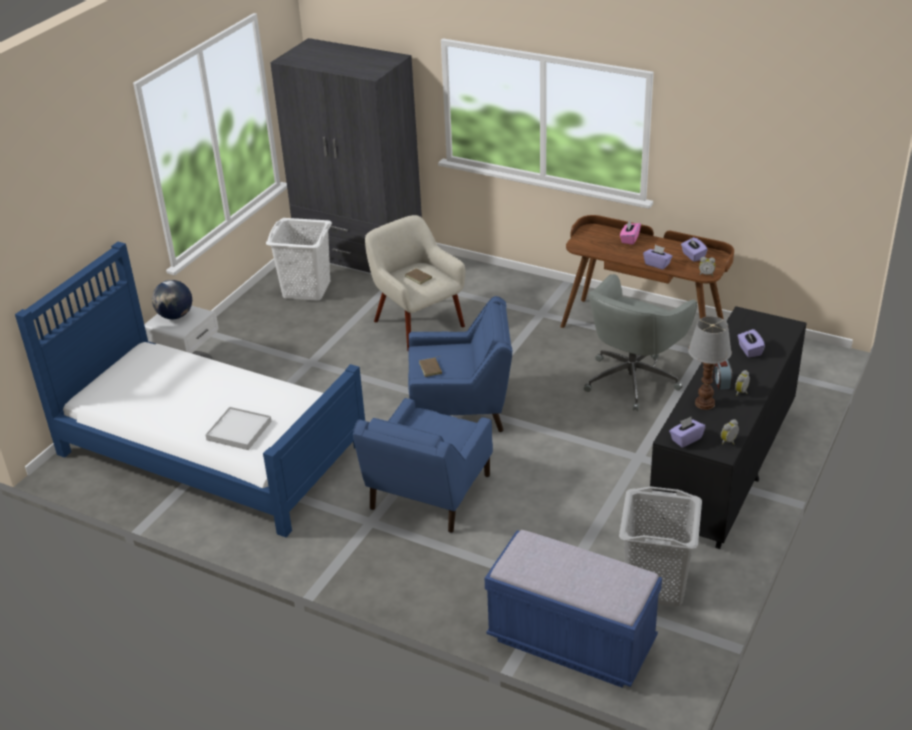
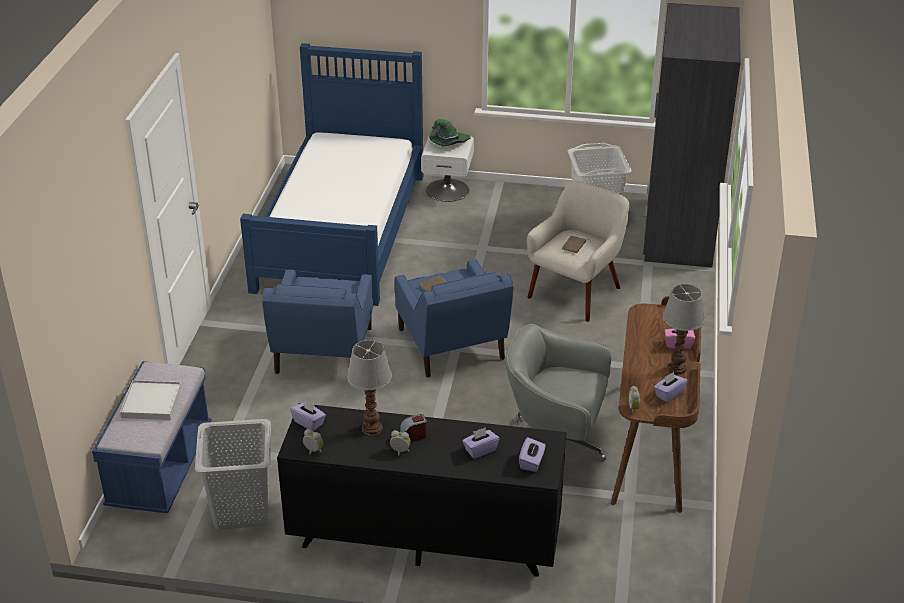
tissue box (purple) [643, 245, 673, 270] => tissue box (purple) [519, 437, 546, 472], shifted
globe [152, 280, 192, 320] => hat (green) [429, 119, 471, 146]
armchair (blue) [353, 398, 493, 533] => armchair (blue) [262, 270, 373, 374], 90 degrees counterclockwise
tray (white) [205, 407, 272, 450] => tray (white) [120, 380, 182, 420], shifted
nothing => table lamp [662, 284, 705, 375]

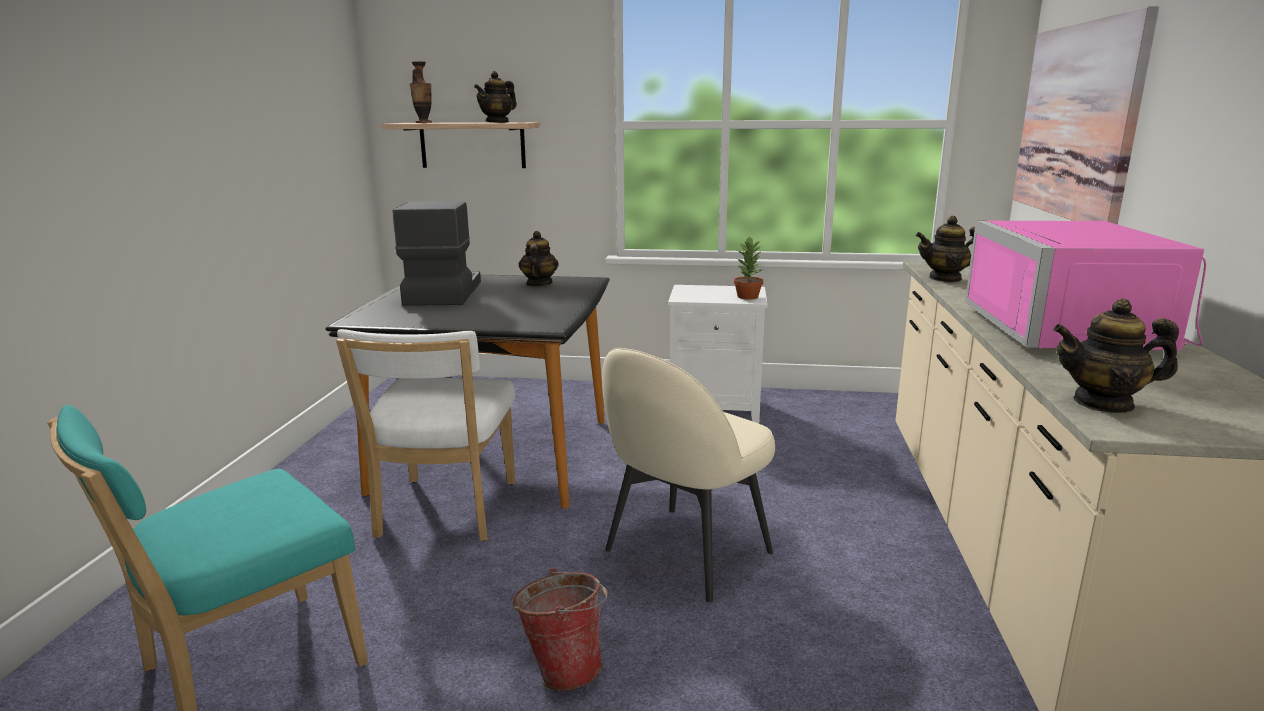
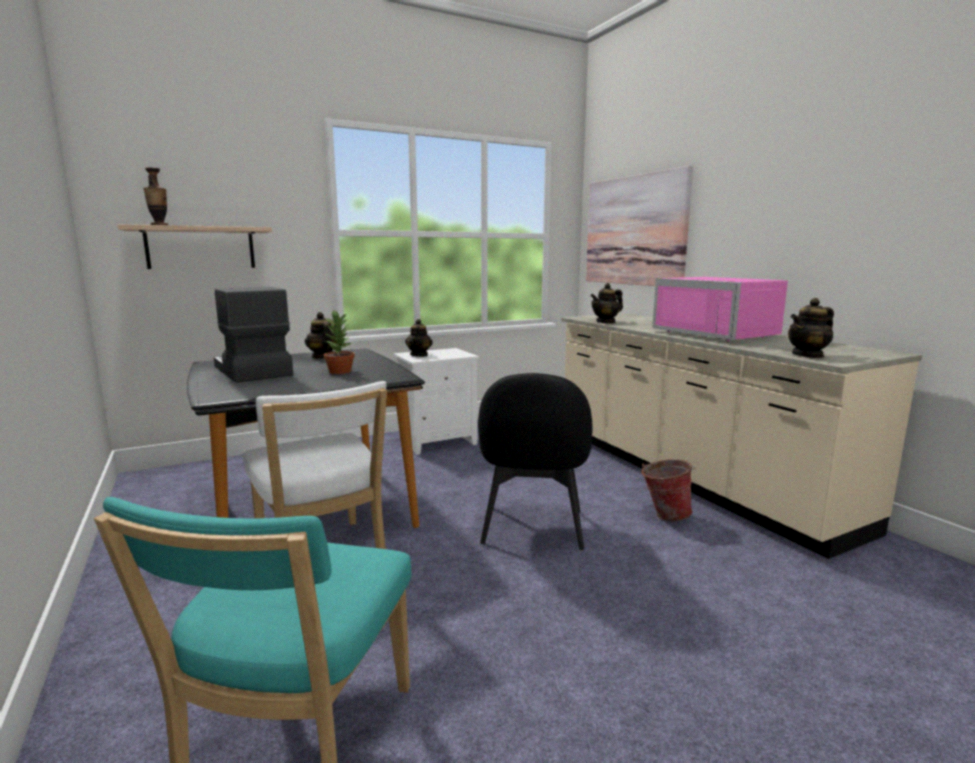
teapot [474, 71, 517, 123] => teapot [405, 319, 433, 357], shifted
potted plant [734, 236, 765, 299] => potted plant [324, 311, 355, 374], shifted
chair (beige) [602, 348, 775, 602] => chair (black) [478, 373, 592, 550]
bucket [513, 568, 608, 691] => bucket [641, 459, 695, 521], shifted

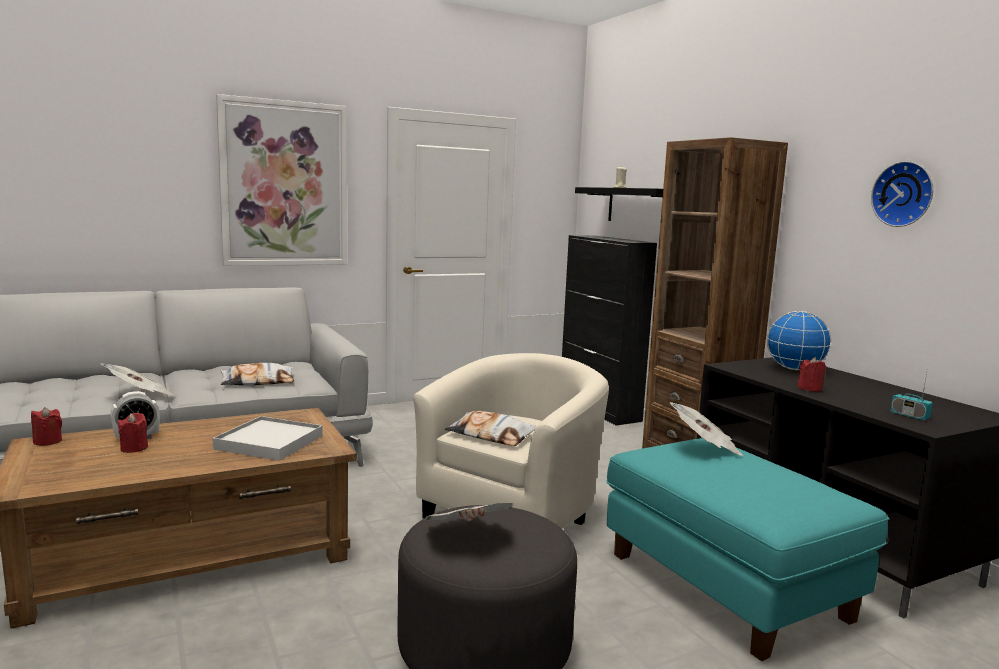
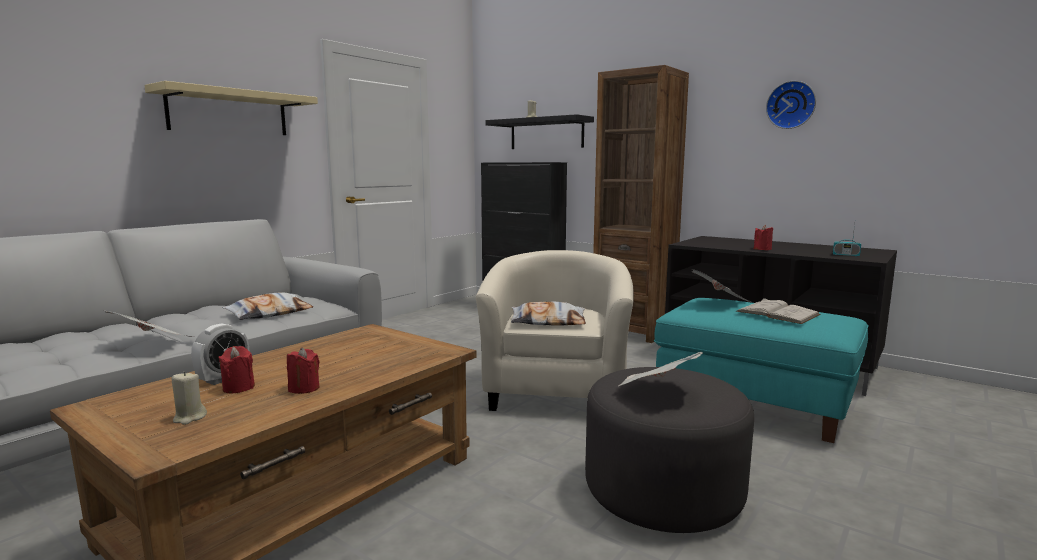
picture [216, 94, 347, 266] => shelf (beige) [144, 81, 318, 135]
globe [767, 311, 831, 370] => nothing
candle (red) [31, 407, 62, 446] => candle (red) [287, 347, 320, 394], shifted
tray (white) [213, 416, 323, 461] => nothing
nothing => book (white) [736, 298, 820, 324]
nothing => candle (beige) [172, 371, 207, 425]

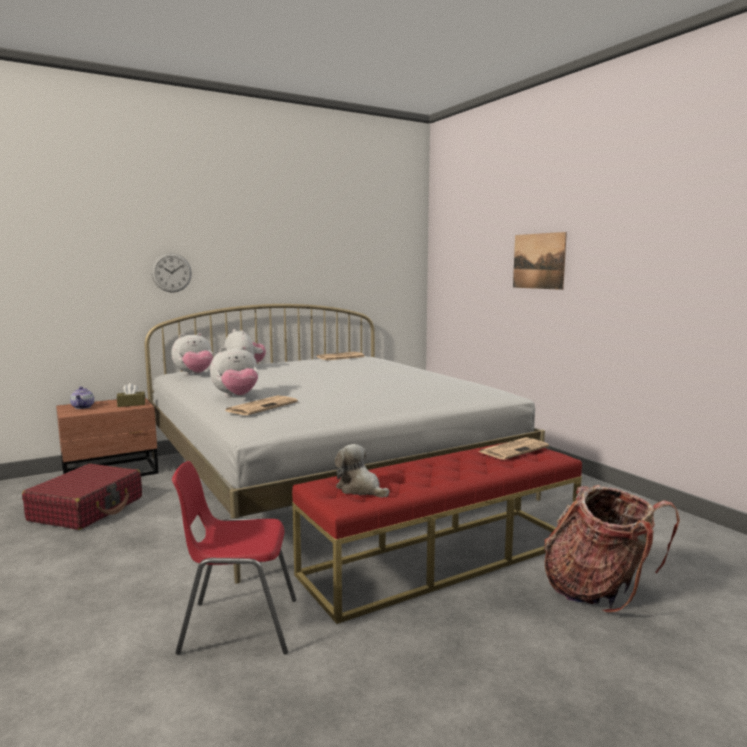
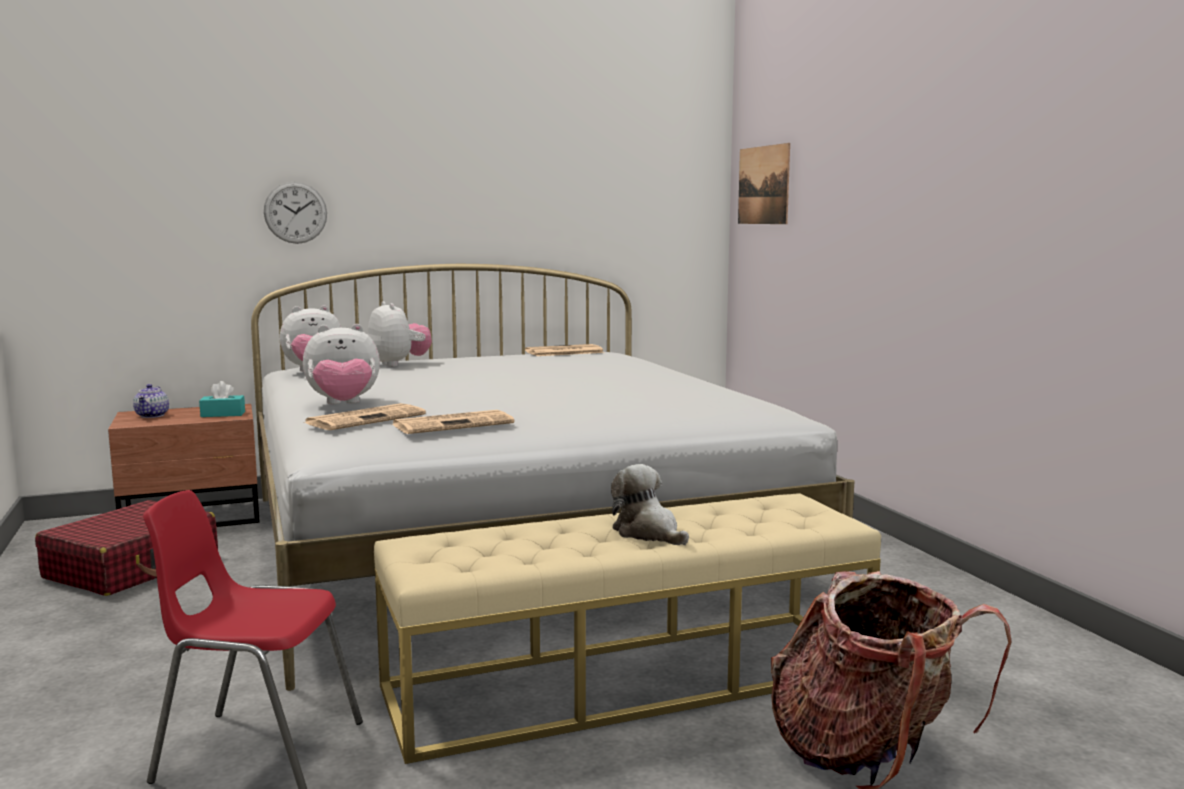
picture [513, 232, 567, 290] => picture [738, 143, 790, 224], shifted
tissue box (brown) [117, 383, 145, 407] => tissue box (turquoise) [199, 381, 245, 417]
newspaper [478, 437, 549, 460] => newspaper [393, 410, 515, 434], shifted
bench (red) [292, 442, 582, 624] => bench (beige) [374, 493, 881, 764]
plush toy [335, 444, 389, 498] => plush toy [611, 464, 689, 545], shifted

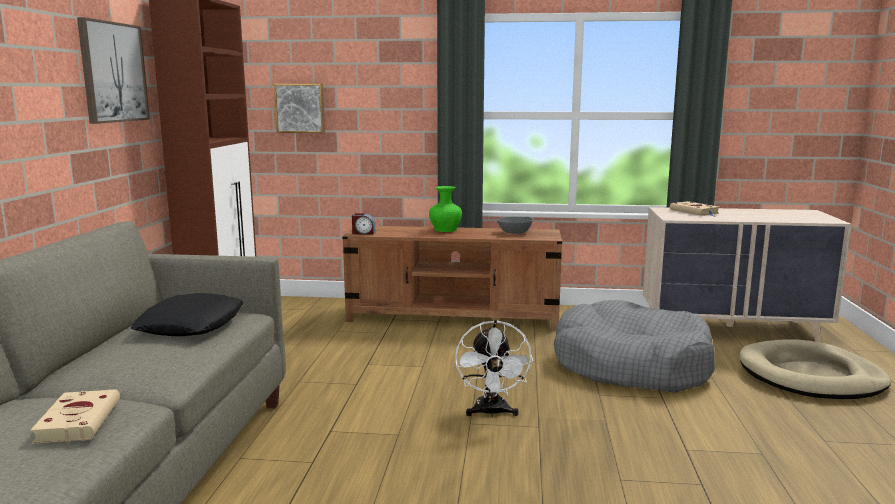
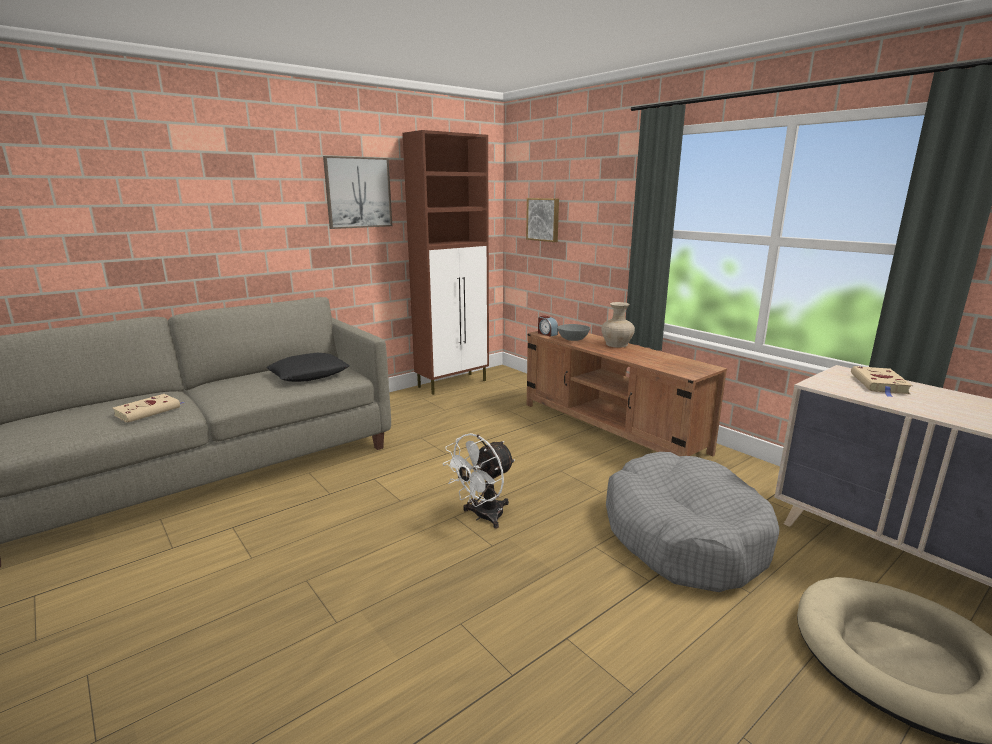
vase (green) [429, 186, 462, 232] => vase (beige) [601, 302, 635, 348]
bowl (grey) [497, 217, 533, 234] => bowl (grey) [557, 324, 590, 341], shifted

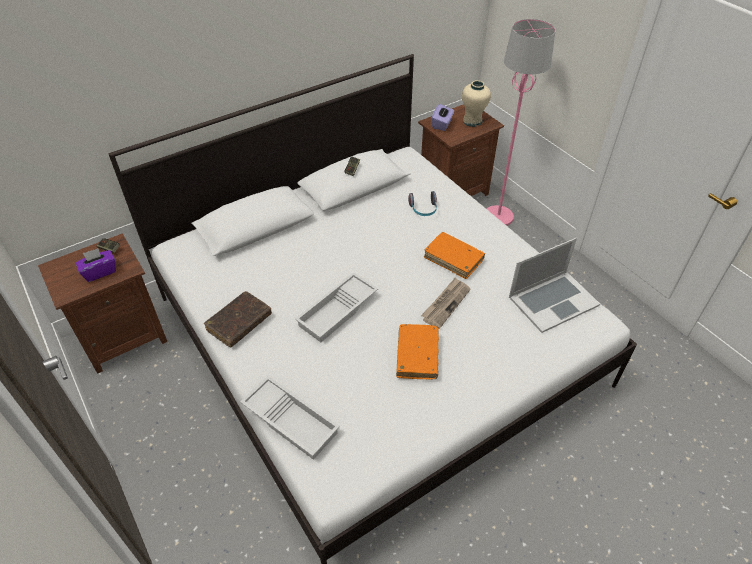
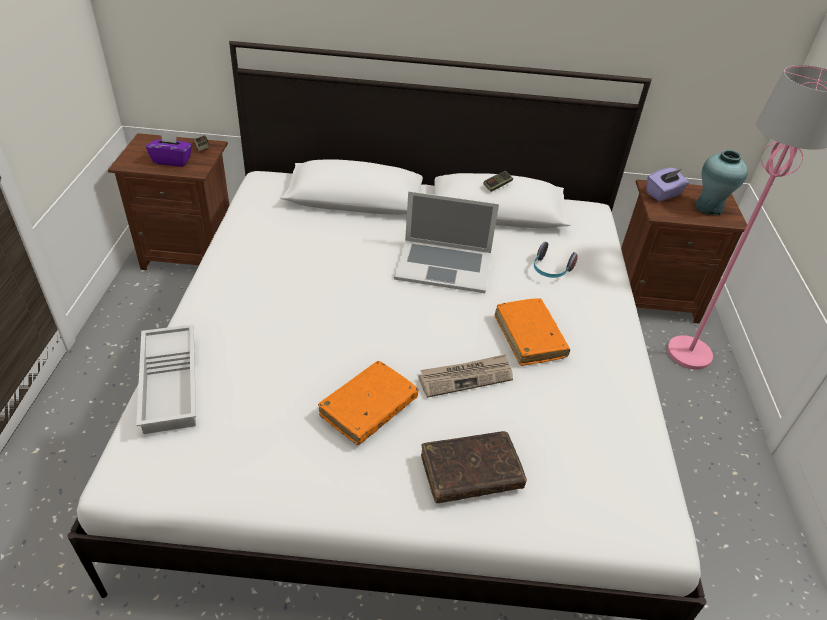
vase (beige) [462, 80, 491, 127] => vase (turquoise) [695, 150, 748, 216]
laptop [509, 238, 600, 333] => laptop [394, 191, 499, 293], shifted
tray (white) [295, 272, 378, 342] => nothing
book (brown) [204, 291, 272, 348] => book (brown) [421, 431, 527, 503], shifted

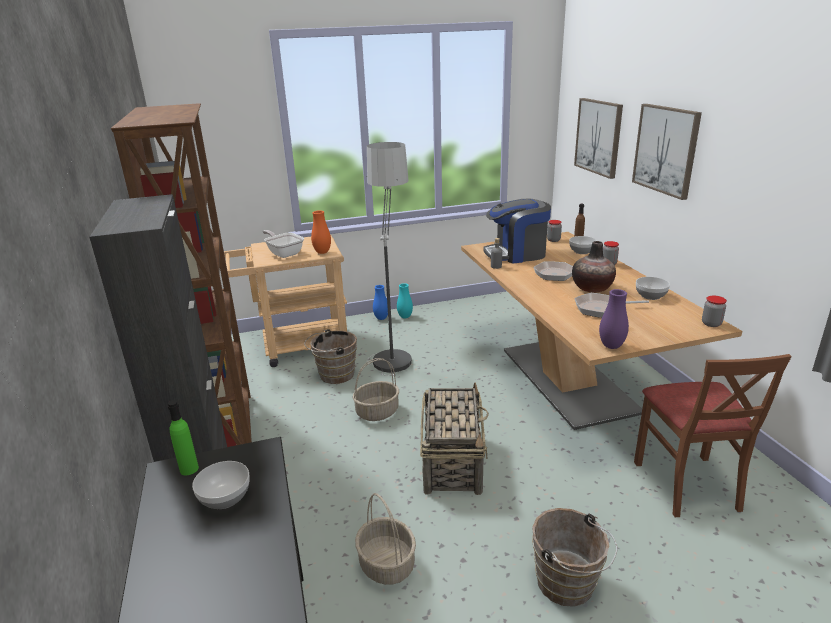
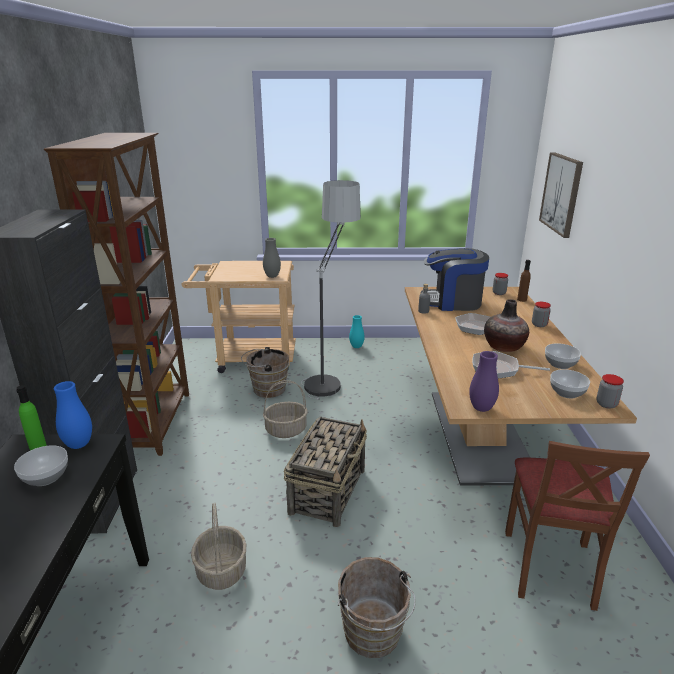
picture [632, 104, 702, 200] => nothing
vase (orange) [311, 210, 331, 254] => vase (grey) [263, 238, 281, 278]
frying pan [263, 230, 304, 258] => nothing
bowl [569, 236, 597, 254] => bowl [550, 369, 590, 398], shifted
vase (blue) [373, 285, 388, 320] => vase (blue) [54, 381, 92, 449], shifted

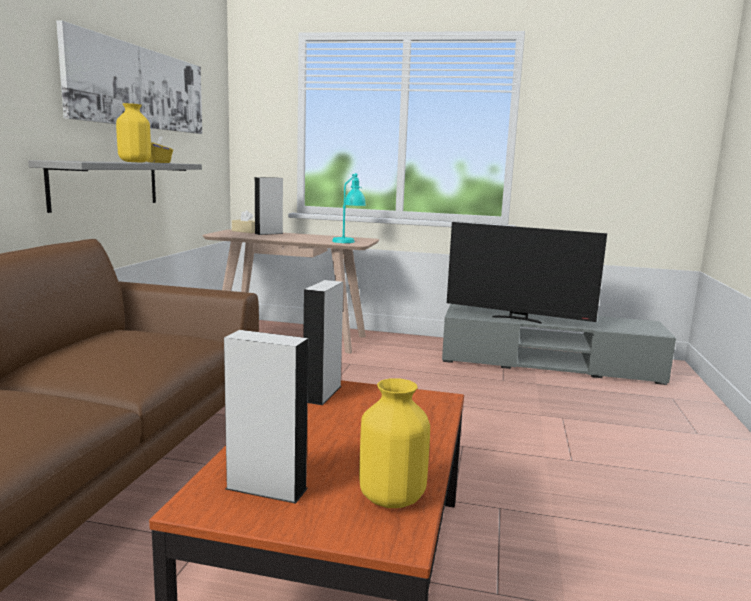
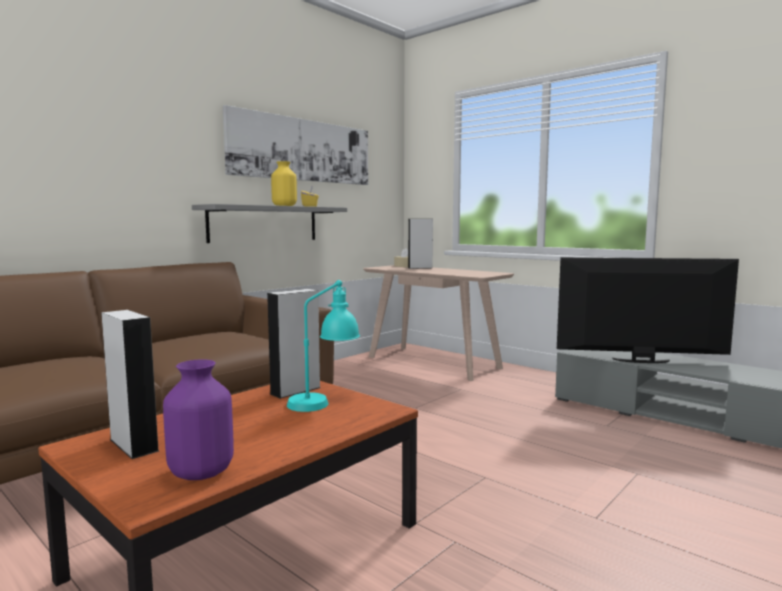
table lamp (turquoise) [332, 173, 366, 243] => table lamp (turquoise) [287, 280, 360, 412], shifted
television [447, 222, 607, 324] => television [557, 257, 739, 363], 135 degrees clockwise
vase (yellow) [359, 378, 430, 508] => vase (purple) [163, 359, 234, 480]

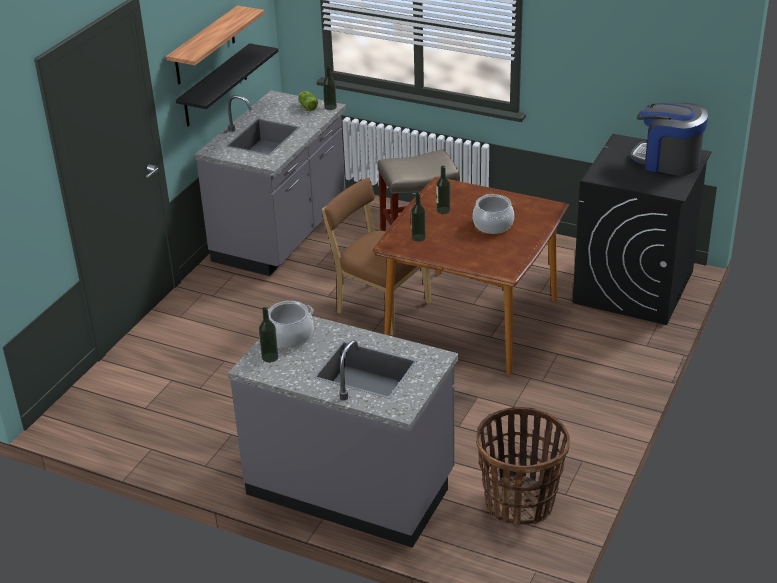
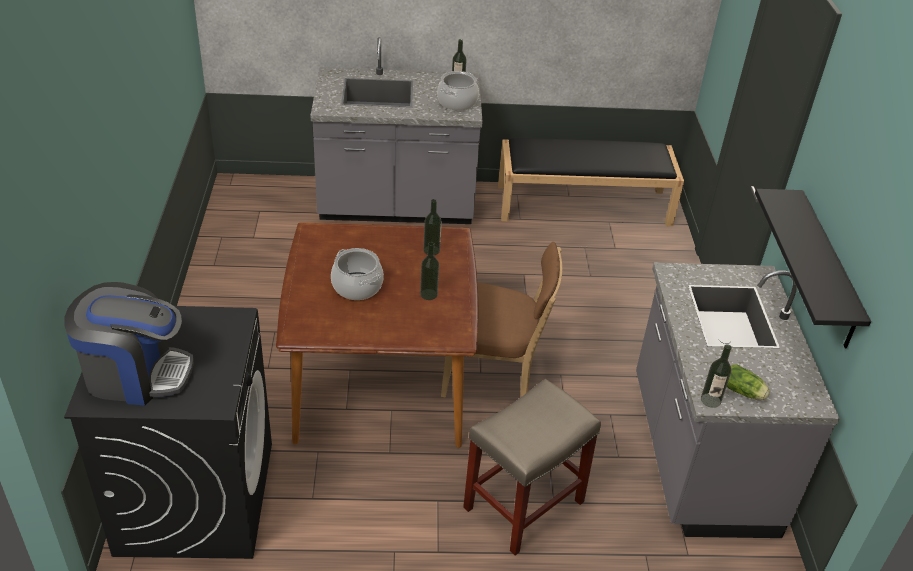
shelf [166, 6, 264, 85] => nothing
basket [476, 407, 570, 525] => nothing
nothing => bench (black) [498, 138, 684, 227]

